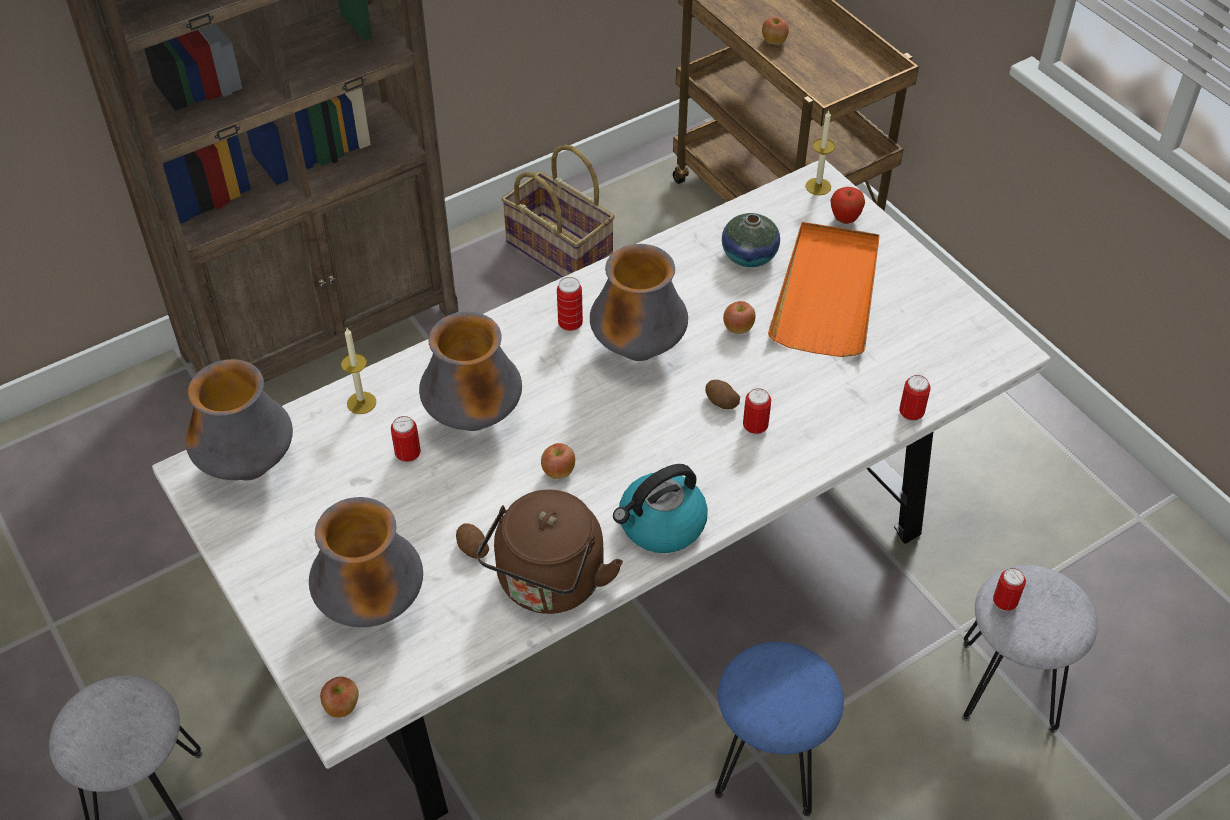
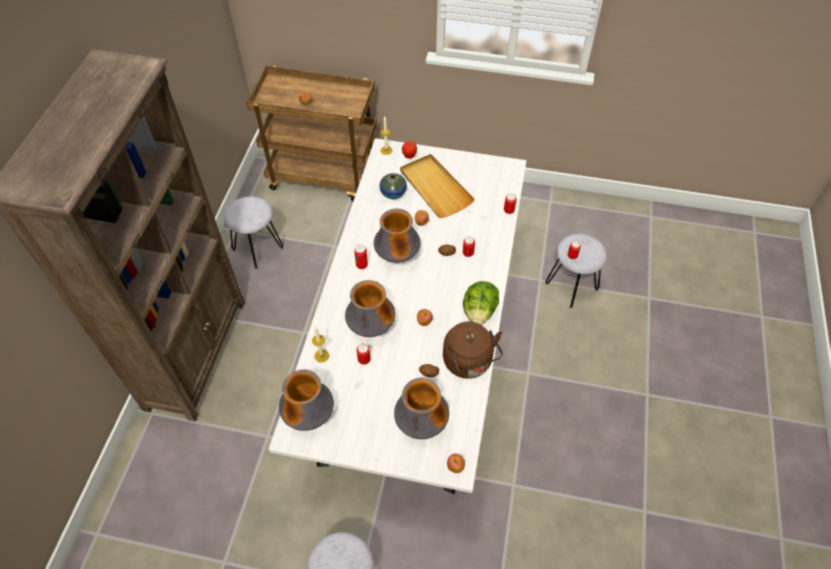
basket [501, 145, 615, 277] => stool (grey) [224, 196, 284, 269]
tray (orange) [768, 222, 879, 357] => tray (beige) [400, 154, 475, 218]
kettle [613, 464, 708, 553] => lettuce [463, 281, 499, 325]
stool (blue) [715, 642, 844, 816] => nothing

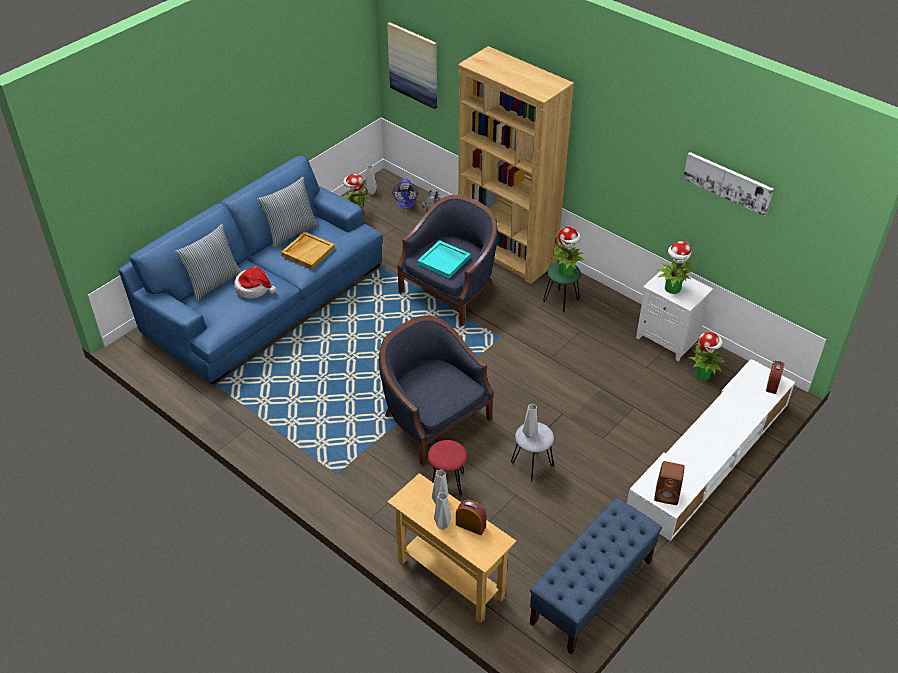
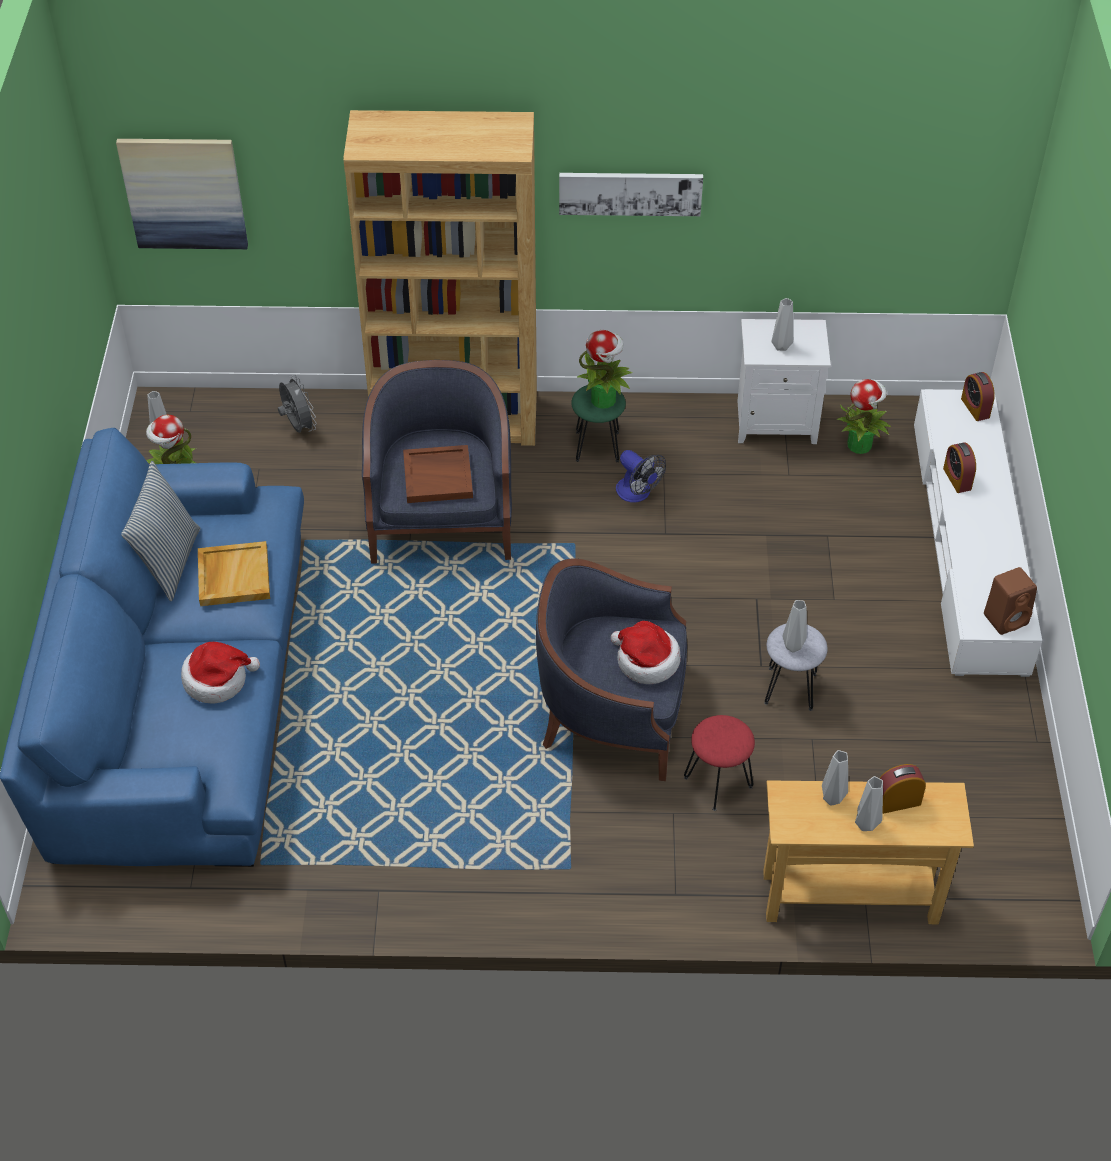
picture [683, 152, 774, 216] => picture [559, 173, 703, 216], shifted
fan [393, 178, 418, 208] => fan [616, 450, 666, 503], shifted
pillow [175, 224, 241, 301] => nothing
tray (turquoise) [417, 240, 471, 279] => tray (brown) [403, 445, 473, 503]
potted plant [657, 241, 695, 294] => vase (grey) [772, 298, 793, 351]
bench (blue) [530, 498, 662, 655] => nothing
nothing => alarm clock [943, 442, 976, 493]
nothing => hat [611, 621, 681, 684]

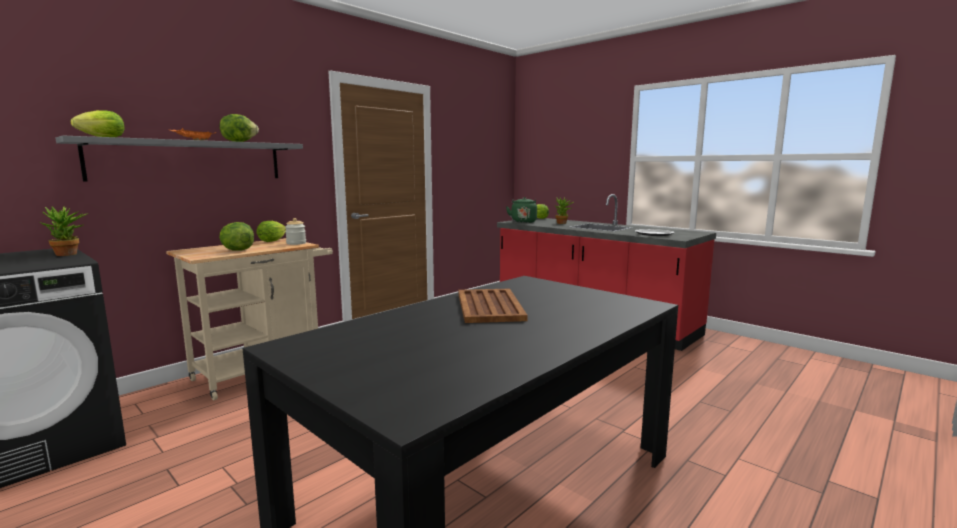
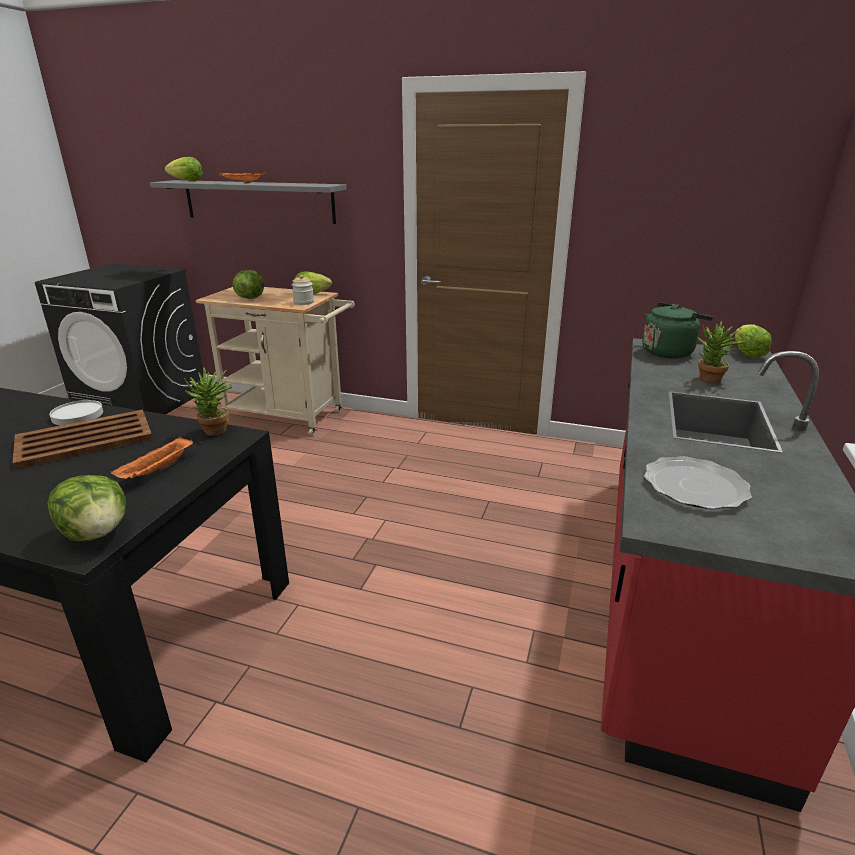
lettuce [220, 114, 259, 142] => lettuce [47, 475, 126, 541], shifted
potted plant [40, 207, 89, 256] => potted plant [184, 368, 233, 436], shifted
nothing => plate (white) [49, 400, 103, 426]
nothing => tray (orange) [111, 436, 193, 479]

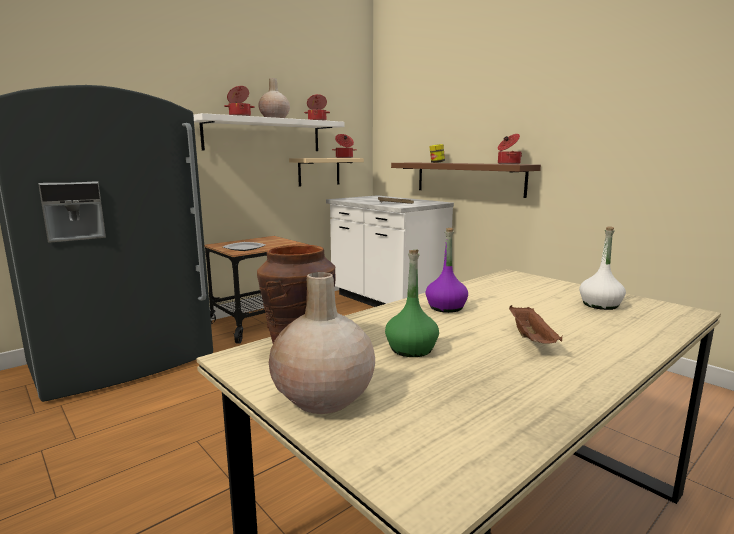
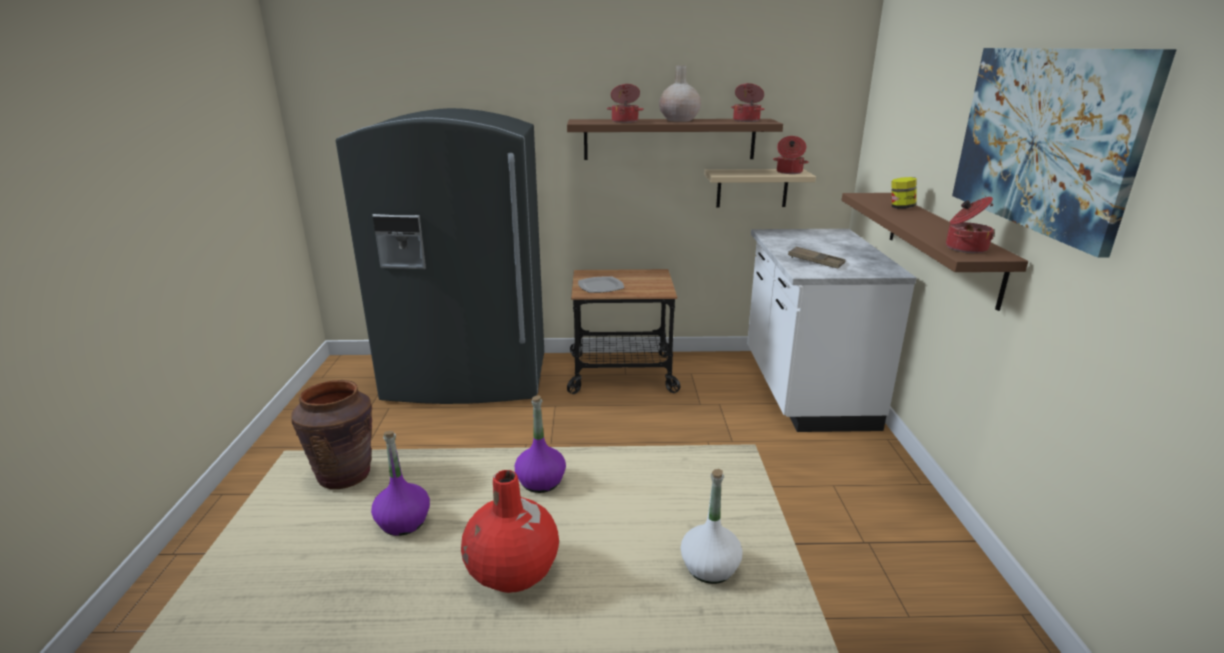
shelf (white) [193, 113, 345, 151] => shelf (brown) [567, 119, 783, 160]
bottle (green) [385, 250, 439, 357] => bottle (purple) [371, 431, 430, 536]
vase (beige) [269, 272, 375, 414] => nothing
tray (brown) [509, 305, 563, 344] => vase (red) [461, 470, 559, 593]
nothing => picture [952, 48, 1177, 258]

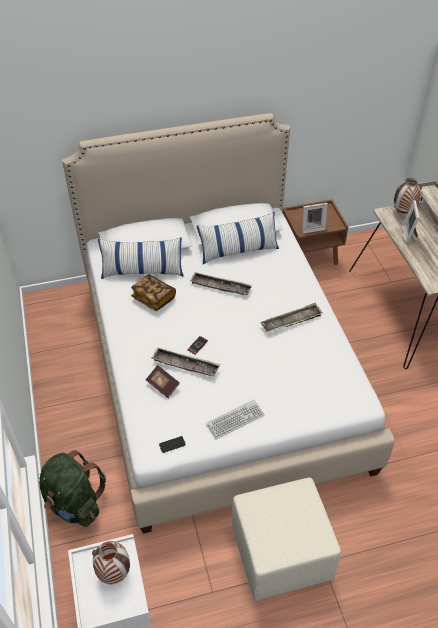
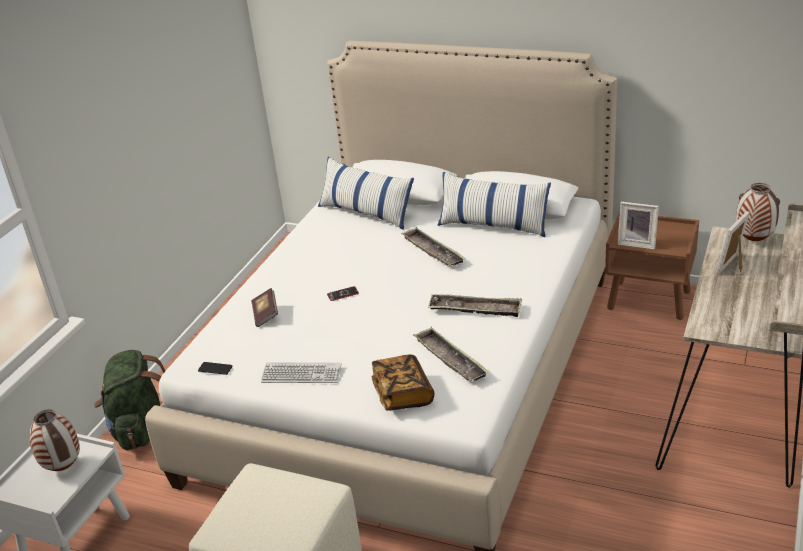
book [131, 274, 176, 311] => book [372, 354, 434, 411], shifted
tray [151, 347, 220, 376] => tray [413, 327, 489, 381], shifted

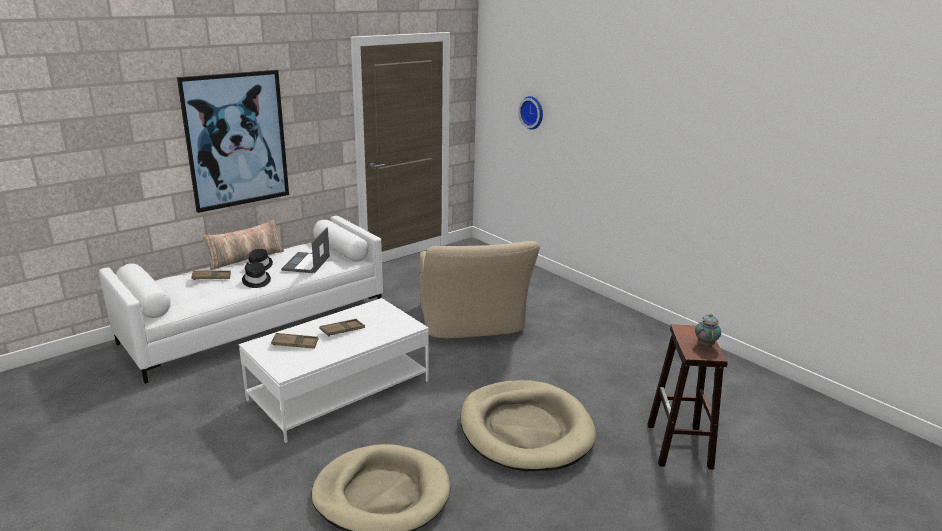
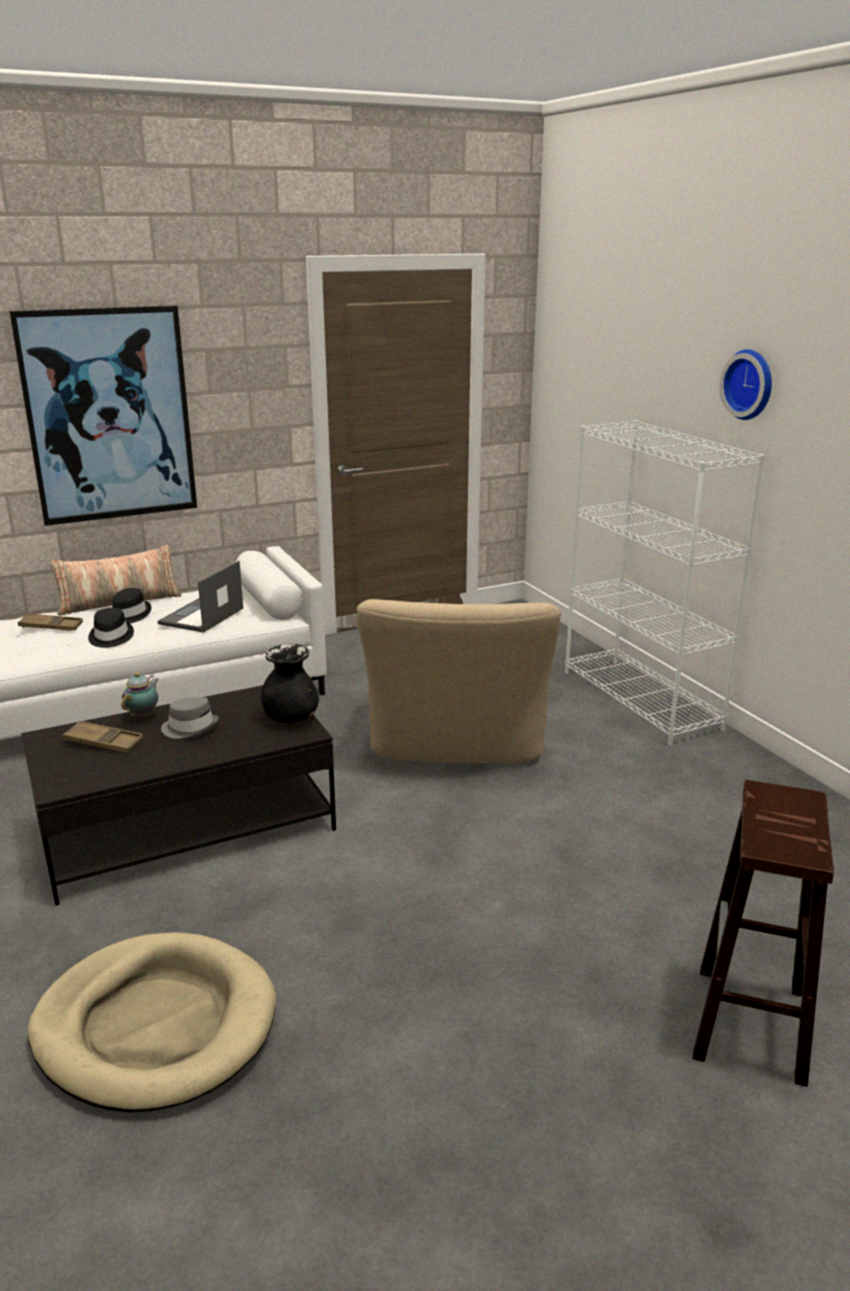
wall clock [518, 96, 543, 130] => wall clock [719, 349, 772, 420], shifted
coffee table (white) [239, 298, 429, 443] => coffee table (black) [21, 685, 336, 905]
teapot [695, 314, 721, 346] => teapot [121, 672, 158, 719], shifted
tray (brown) [320, 319, 365, 336] => hat (grey) [161, 697, 219, 739]
dog bed (beige) [460, 380, 596, 471] => nothing
nothing => bookcase (white) [565, 420, 765, 746]
nothing => vase (black) [261, 644, 319, 723]

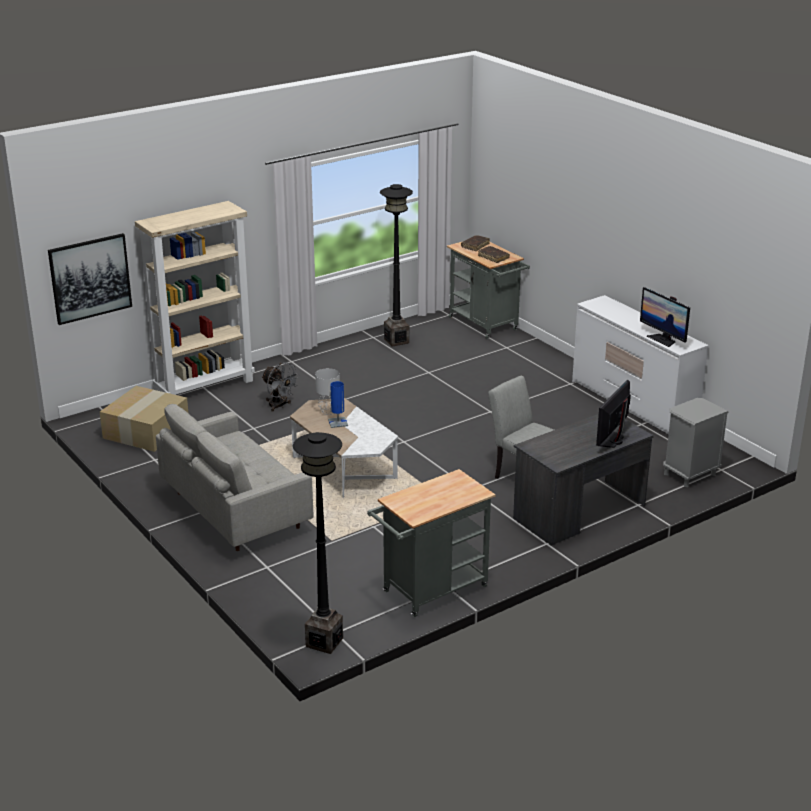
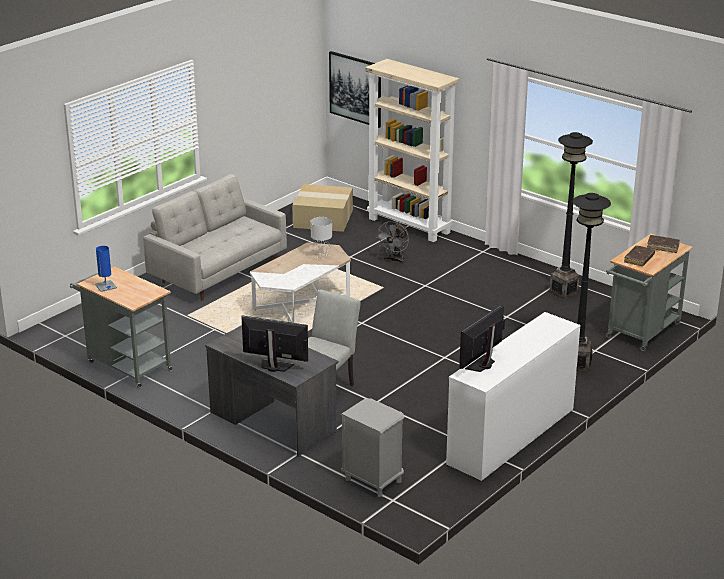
table lamp (blue) [328, 381, 348, 428] => table lamp (blue) [95, 246, 117, 292], shifted
floor lamp (black) [293, 432, 343, 654] => floor lamp (black) [573, 193, 611, 371], shifted

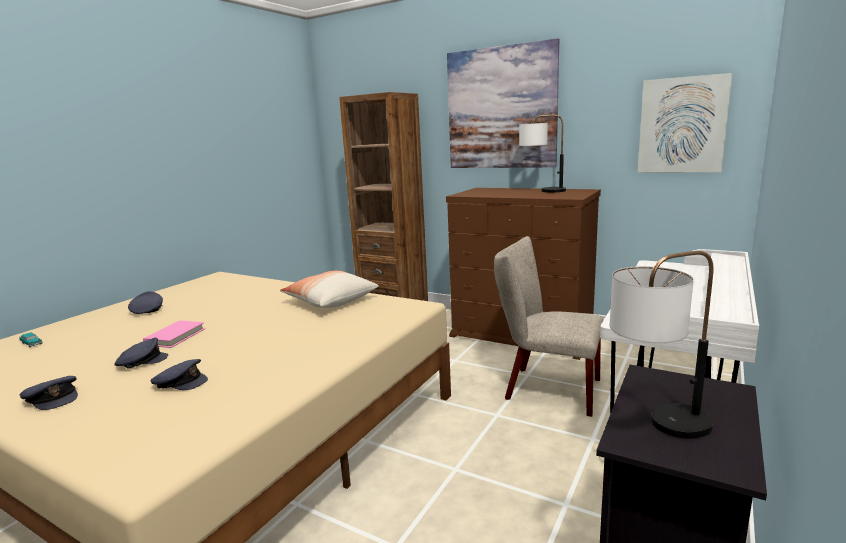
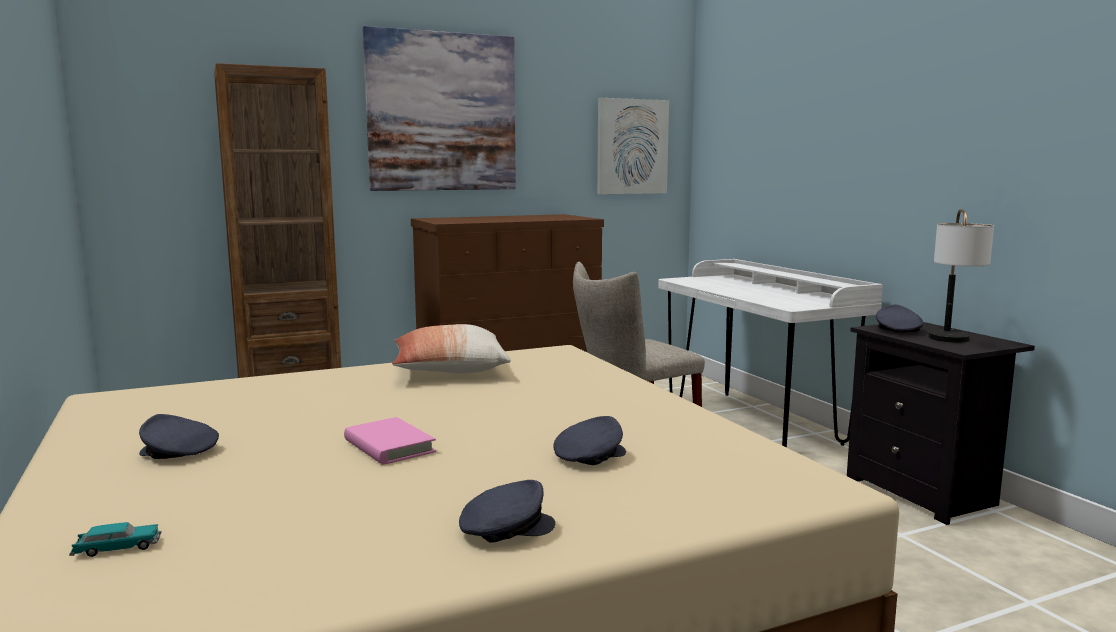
table lamp [519, 115, 566, 192] => nothing
cap (grey) [114, 338, 168, 369] => cap (grey) [876, 304, 923, 332], shifted

